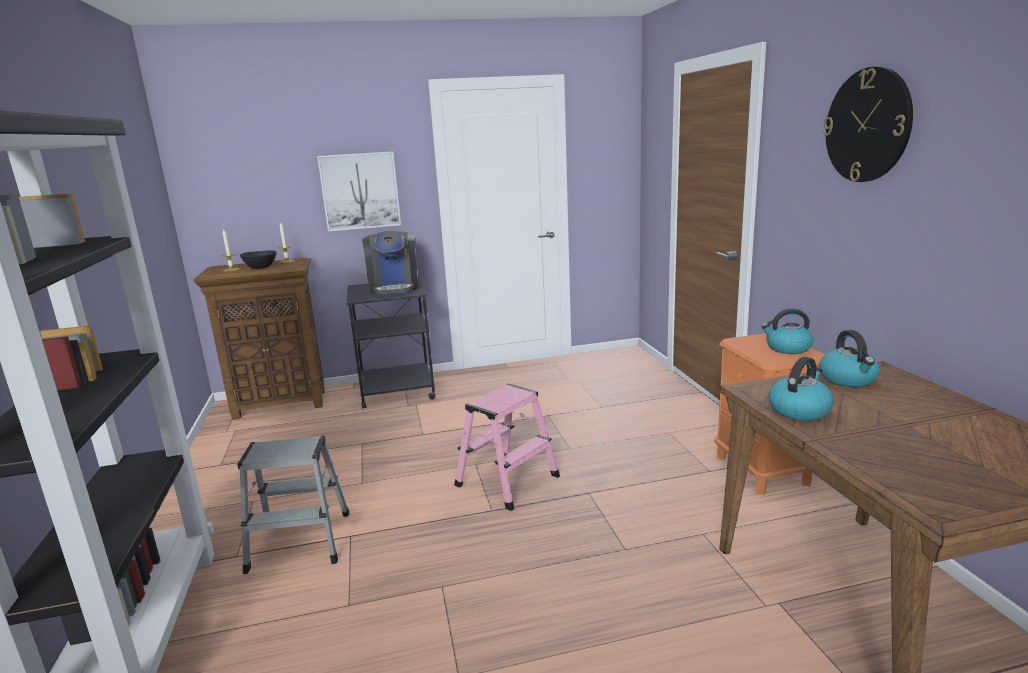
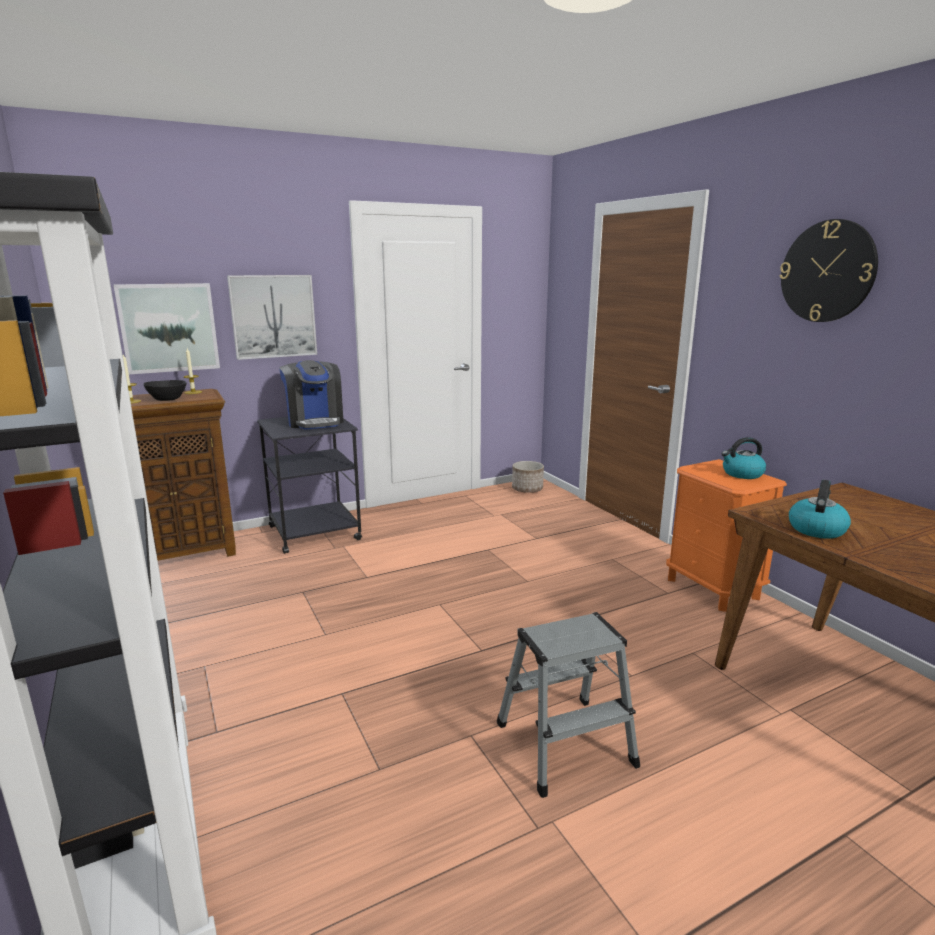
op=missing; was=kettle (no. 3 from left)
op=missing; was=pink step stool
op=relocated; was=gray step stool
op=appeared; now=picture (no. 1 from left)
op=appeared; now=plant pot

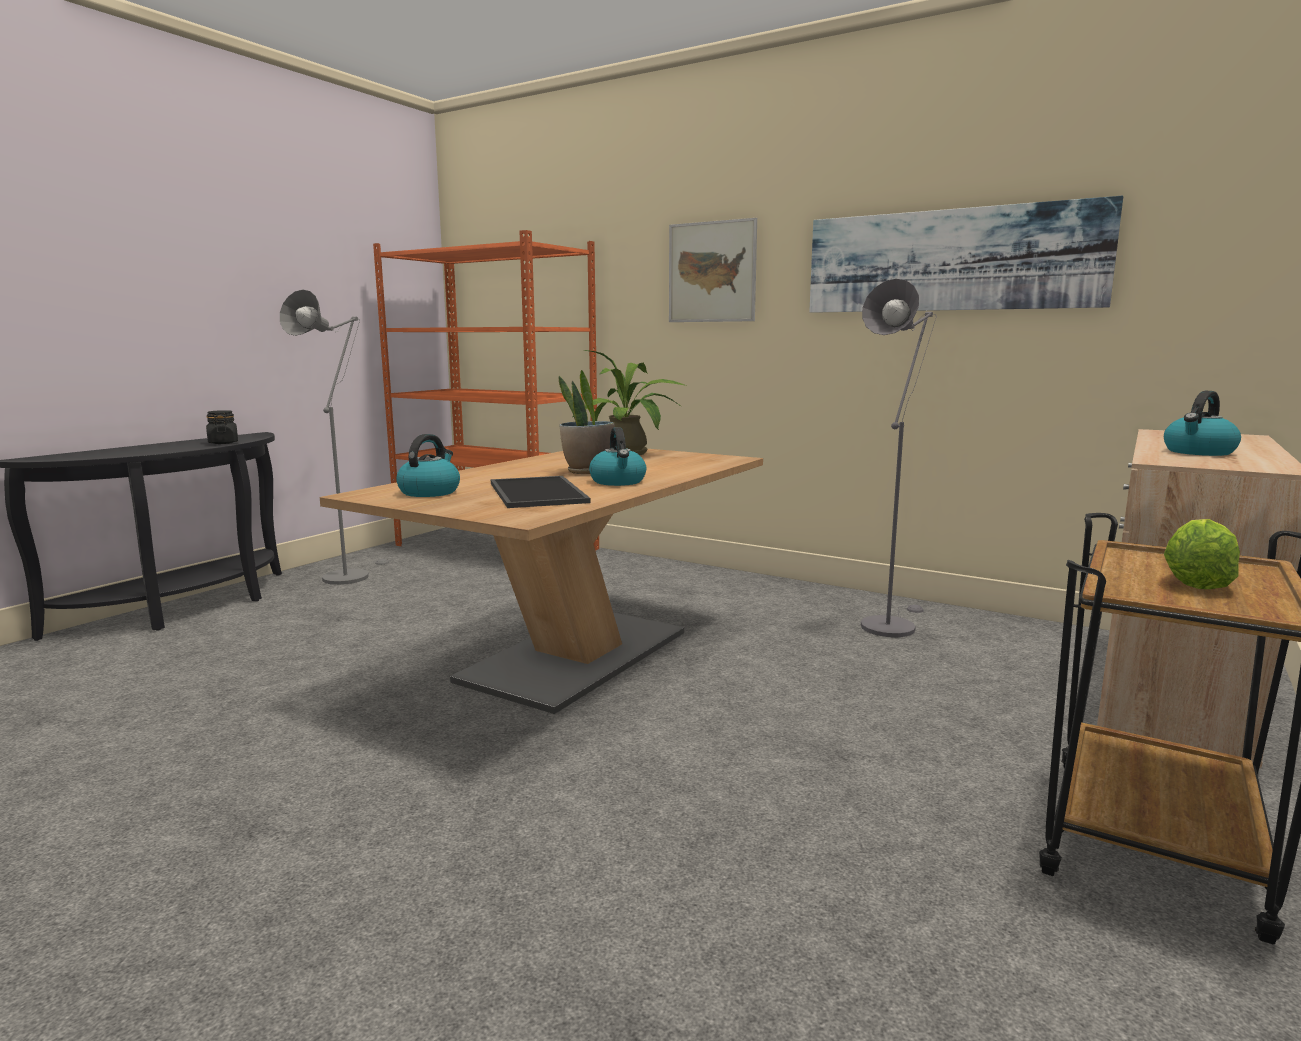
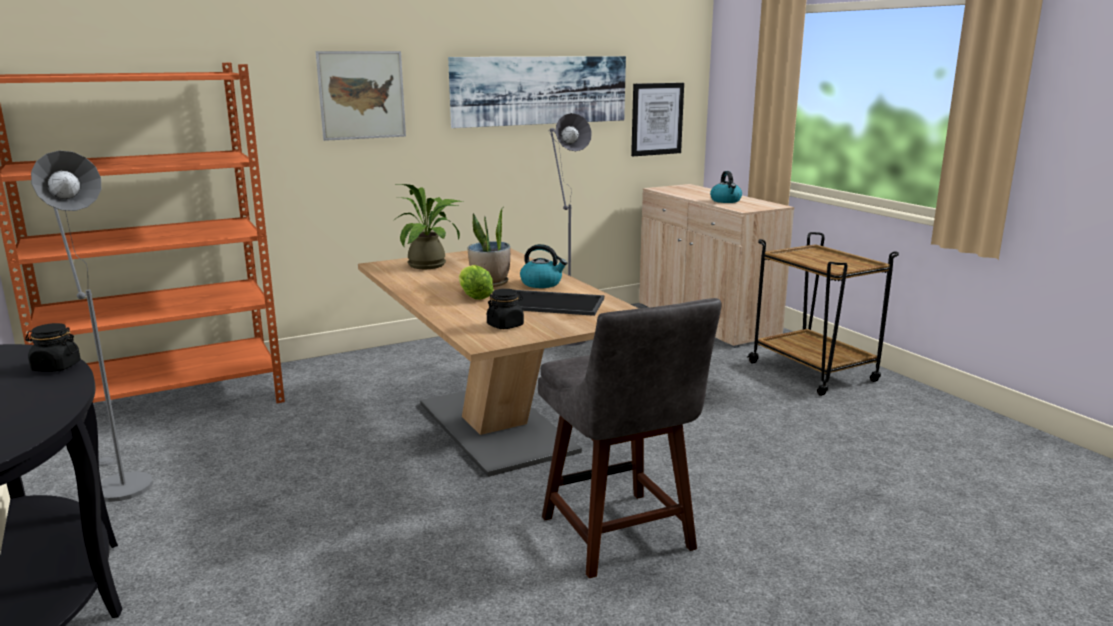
op=exchanged; was=kettle (no. 1 from left); now=black preserve jar (no. 2 from left)
op=relocated; was=lettuce
op=appeared; now=picture (no. 3 from left)
op=appeared; now=gray stool seat

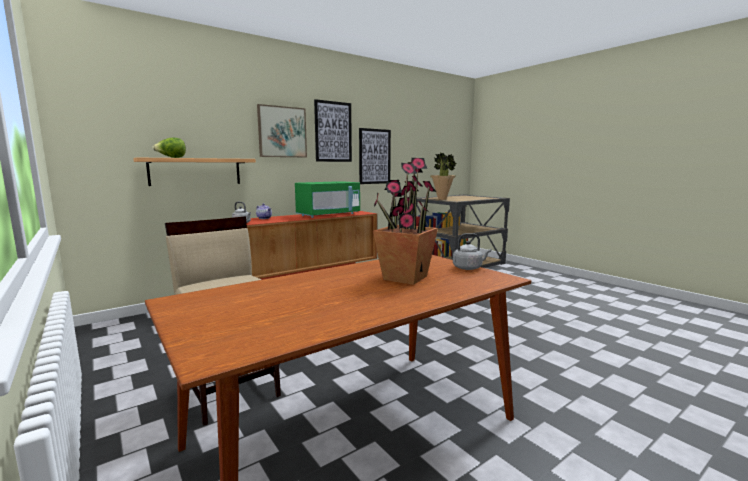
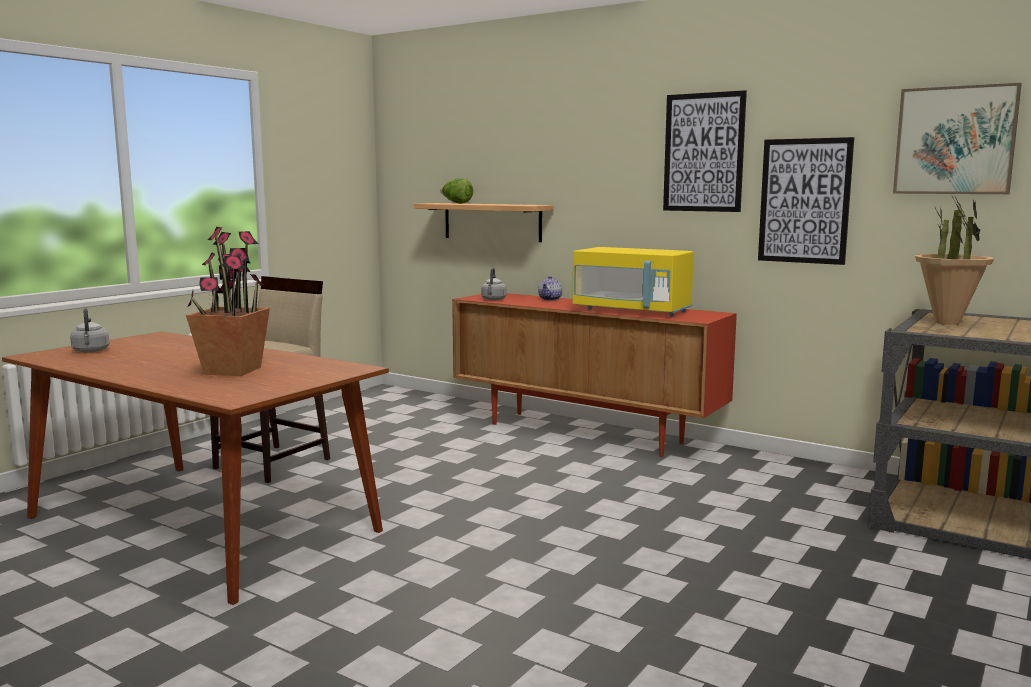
op=relocated; was=picture (no. 1 from left in the first image); now=picture (no. 3 from left)
op=colour; was=greenish kitchen microwave; now=yellowish kitchen microwave
op=relocated; was=gray kettle (no. 2 from left in the first image); now=gray kettle (no. 1 from left)

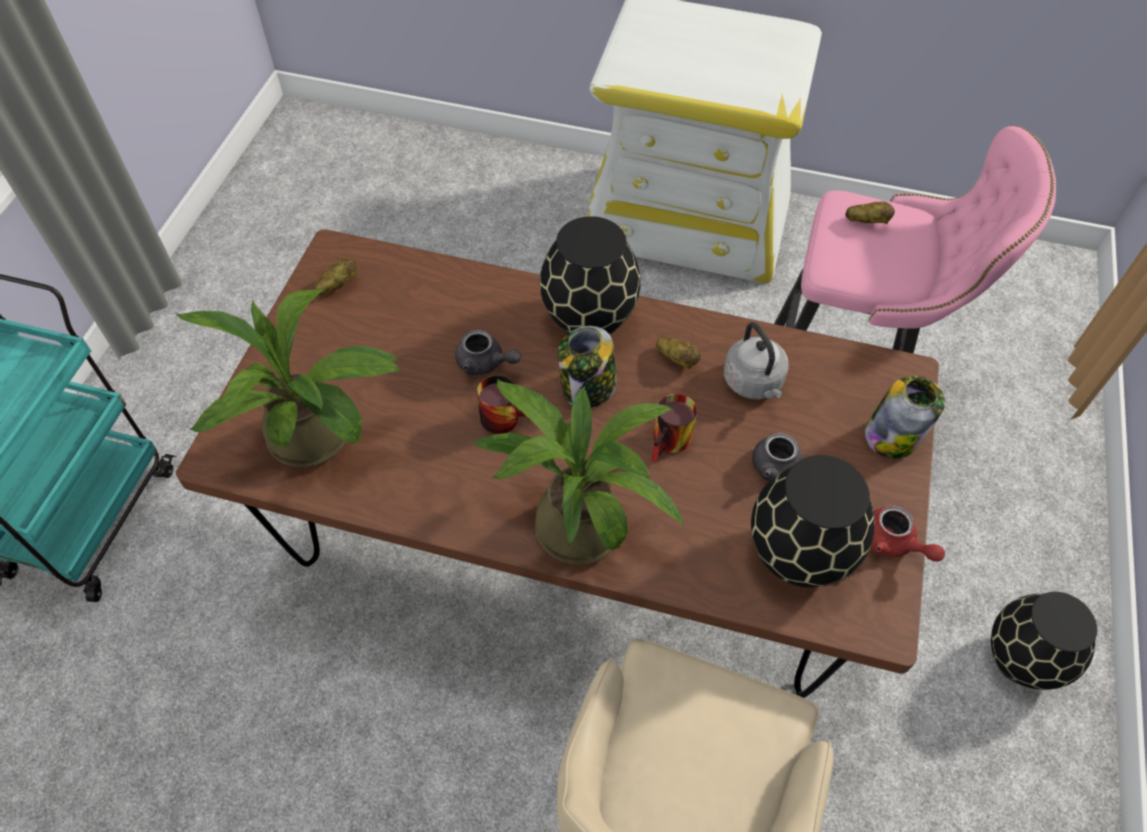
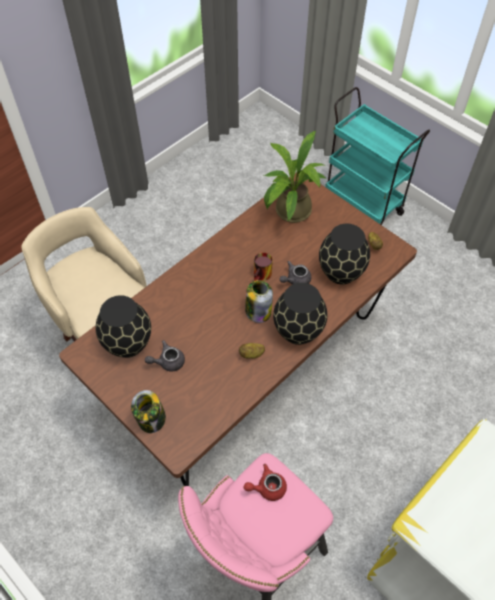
op=missing; was=spud (no. 3 from left)
op=missing; was=gray kettle
op=missing; was=houseplant (no. 2 from left)
op=missing; was=mug (no. 2 from left)
op=relocated; was=red pot for tea
op=relocated; was=black decorative vase (no. 3 from left)

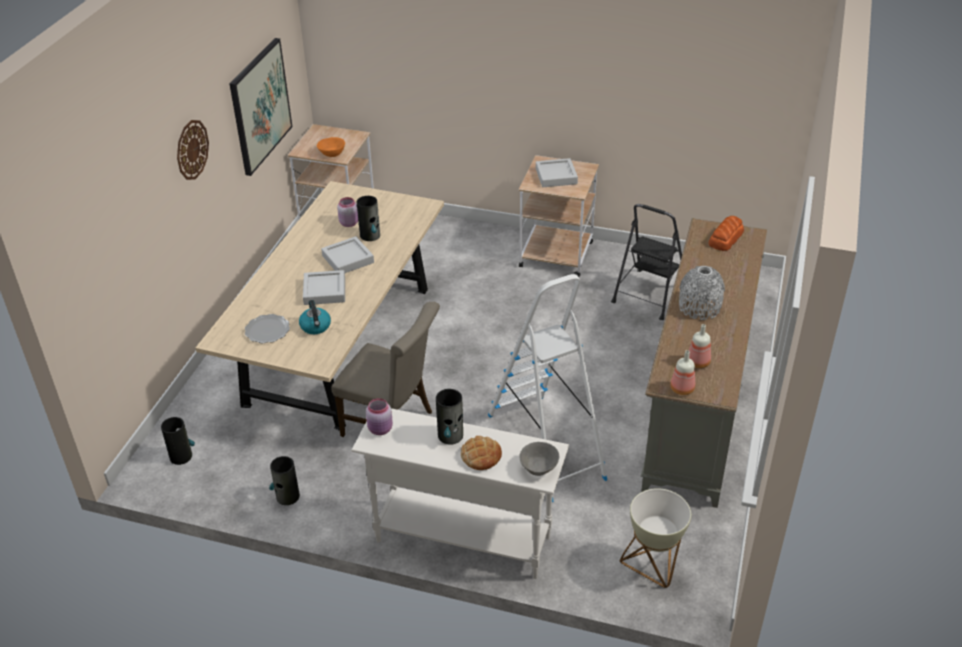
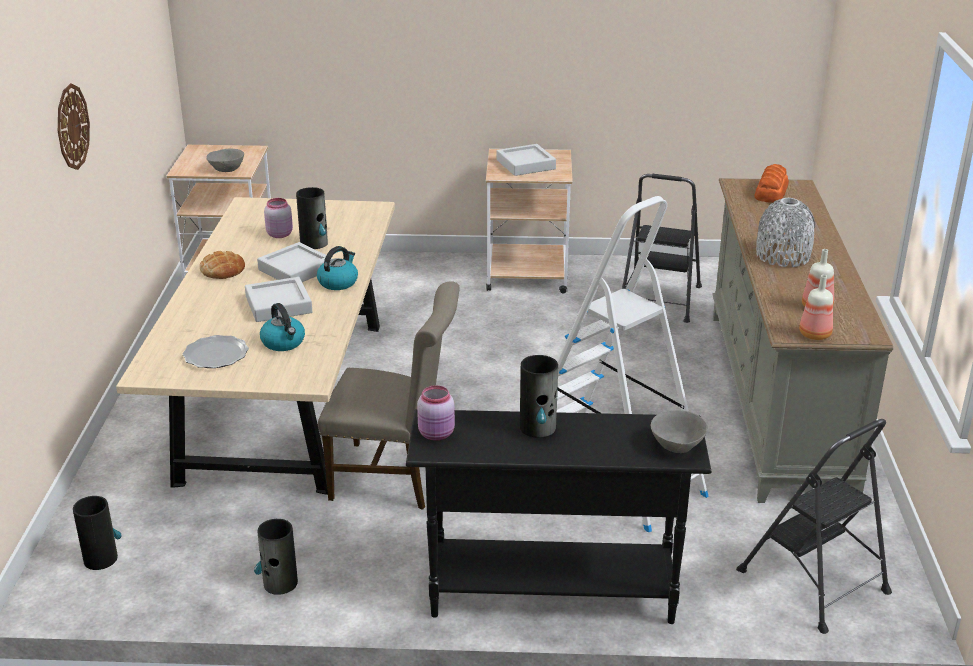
op=missing; was=picture
op=colour; was=orange serving bowl; now=gray serving bowl (no. 1 from left)
op=colour; was=whitish console table; now=black console table
op=relocated; was=bread (no. 1 from left)
op=exchanged; was=plant pot; now=black step stool (no. 2 from left)
op=appeared; now=kettle (no. 2 from left)

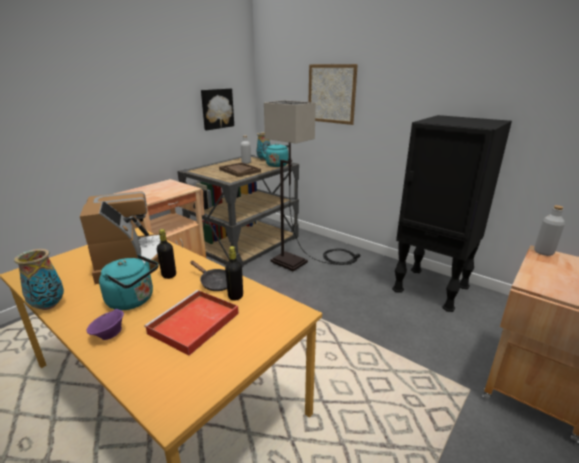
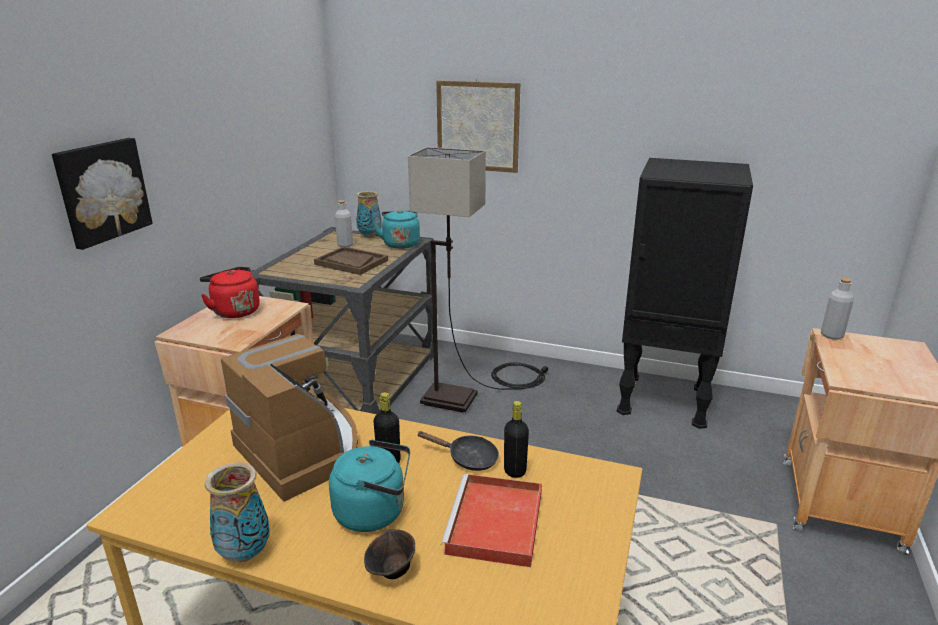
op=relocated; was=picture (no. 1 from left)
op=colour; was=purple serving bowl; now=brown serving bowl
op=appeared; now=red kettle

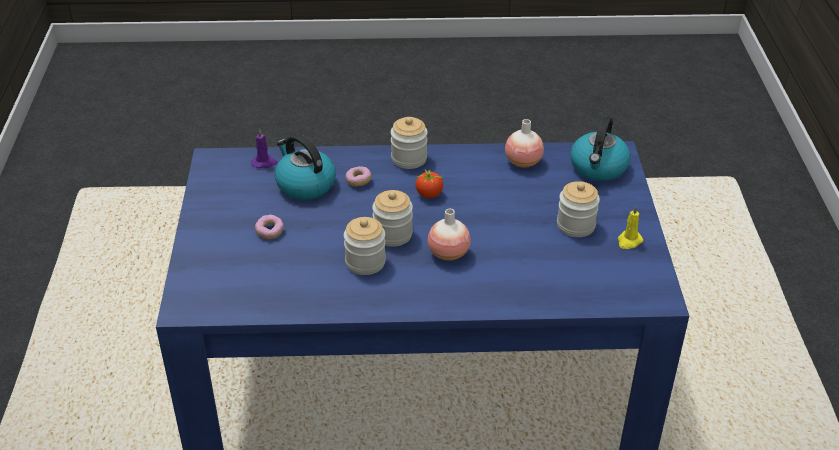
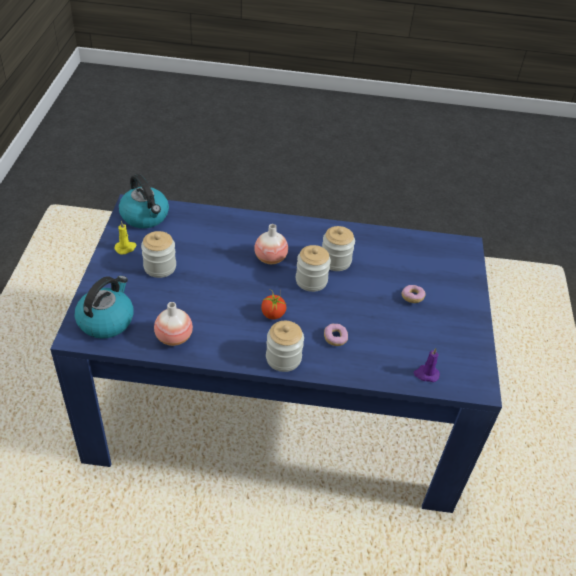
op=relocated; was=kettle (no. 1 from left in the first image); now=kettle (no. 2 from left)

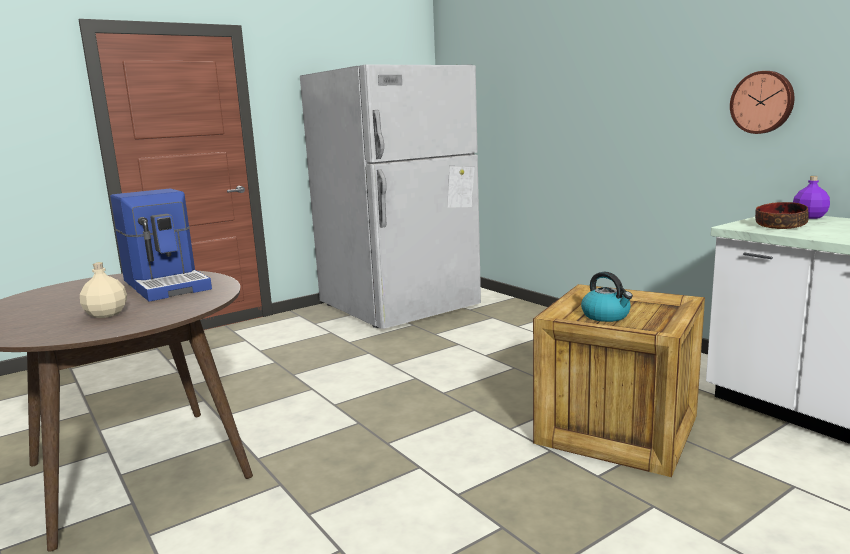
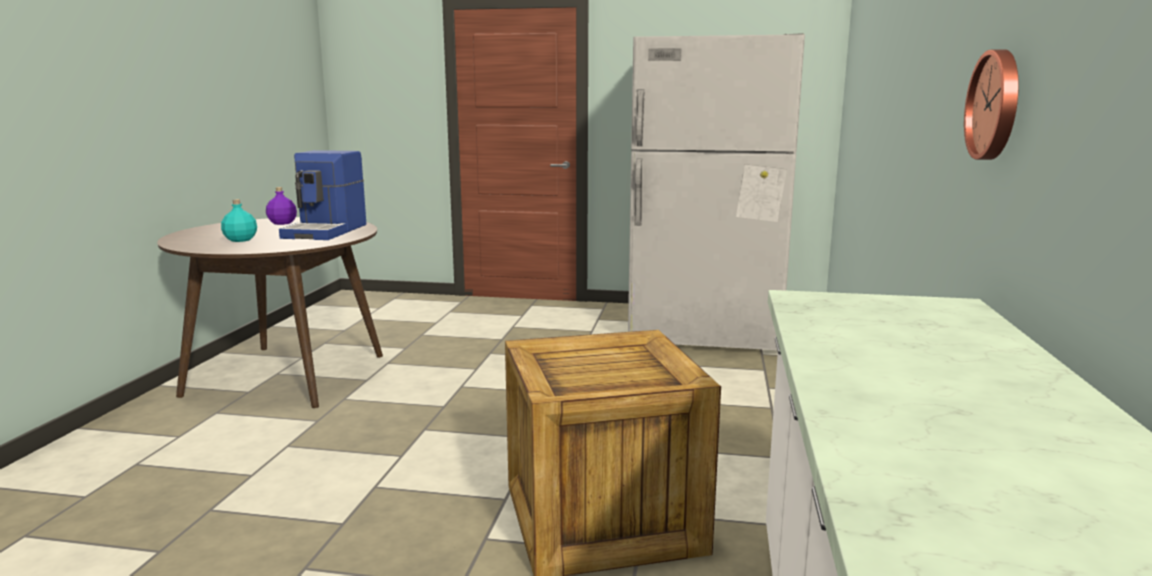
op=relocated; was=purple bottle
op=missing; was=serving bowl
op=colour; was=sand-coloured bottle; now=turquoise-coloured bottle
op=missing; was=kettle

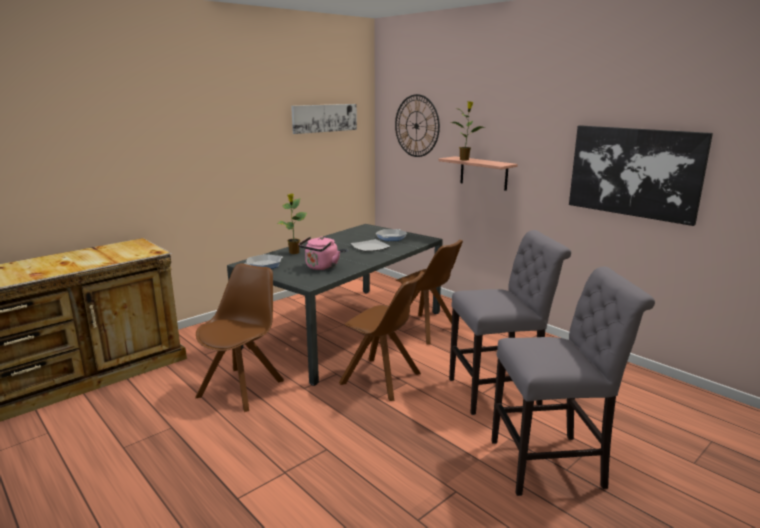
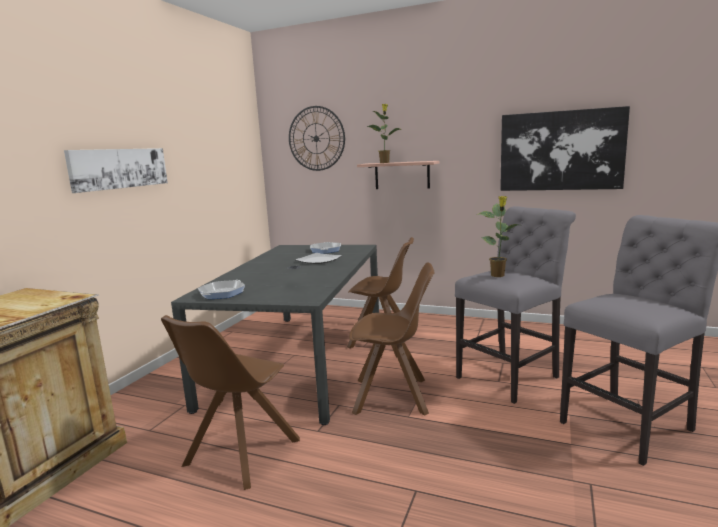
op=relocated; was=picture (no. 1 from left)
op=relocated; was=houseplant (no. 1 from left in the first image); now=houseplant (no. 2 from left)
op=missing; was=pink kettle
op=spun; was=brown chair (no. 1 from left); clockwise=-150

